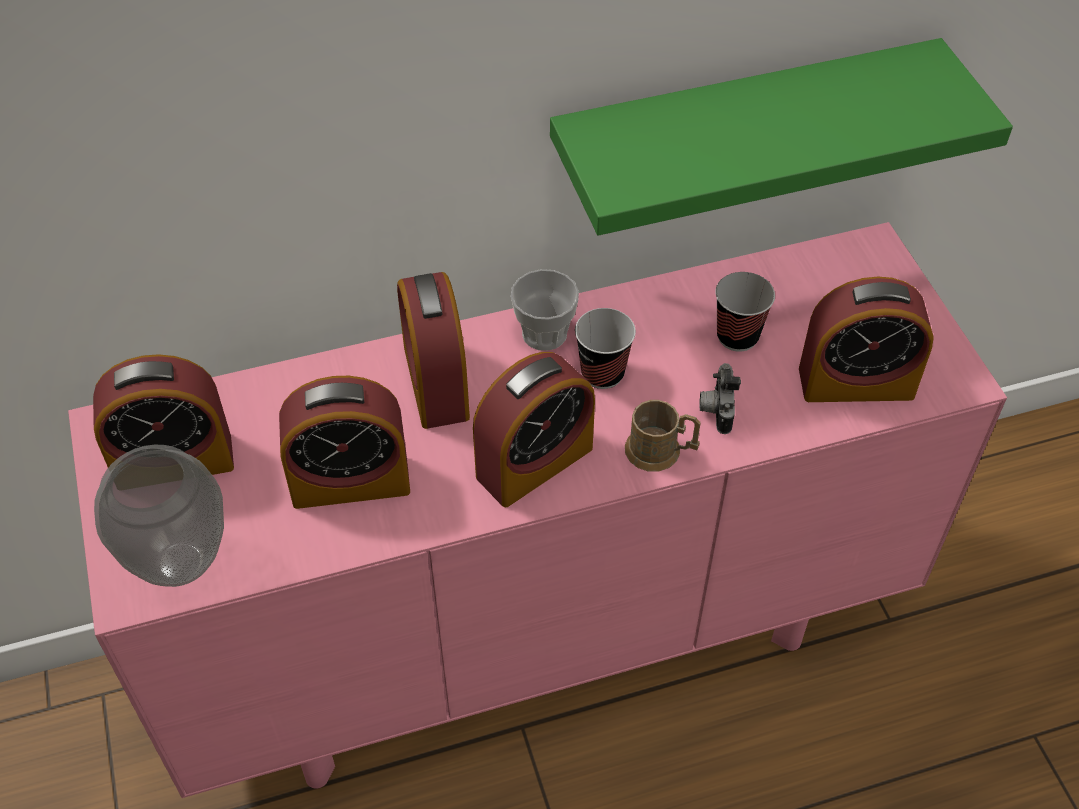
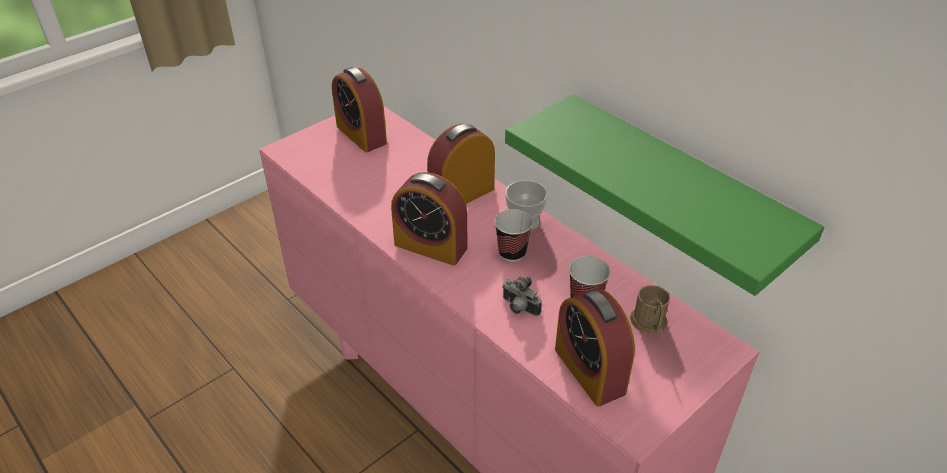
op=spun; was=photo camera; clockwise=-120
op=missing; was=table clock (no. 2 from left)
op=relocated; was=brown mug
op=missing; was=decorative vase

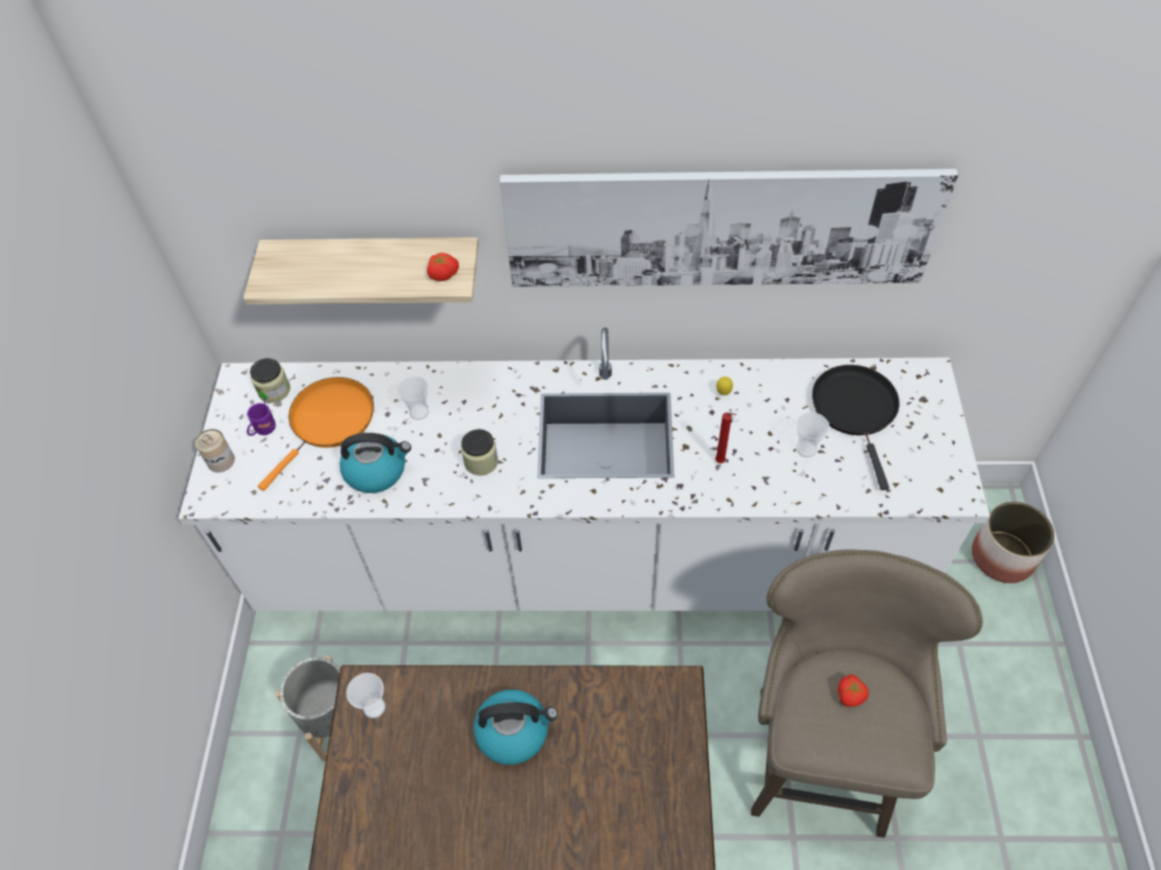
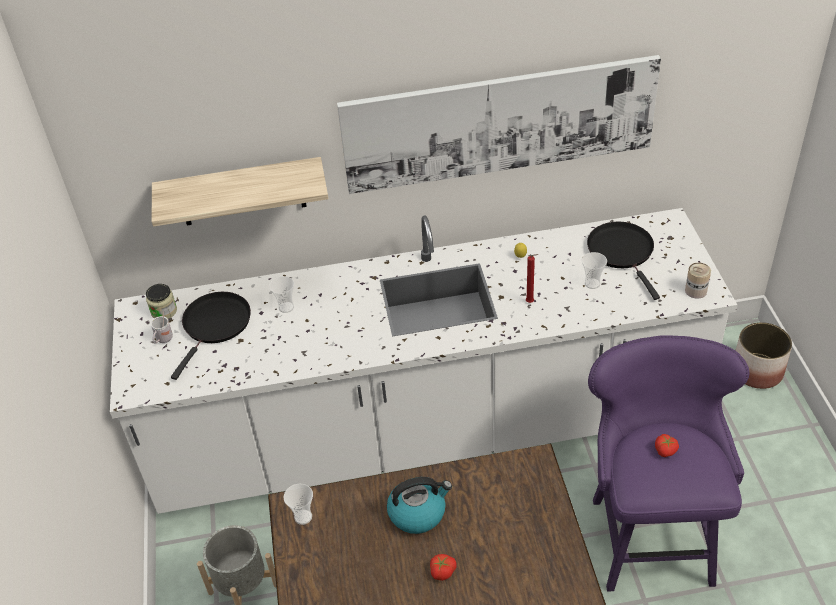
op=relocated; was=whole tomato (no. 1 from left)
op=colour; was=orange skillet; now=black skillet (no. 1 from left)
op=colour; was=purple mug; now=whitish mug
op=relocated; was=metal can
op=missing; was=preserve jar (no. 2 from left)
op=missing; was=kettle (no. 1 from left)
op=colour; was=sand-coloured stool seat; now=purple stool seat

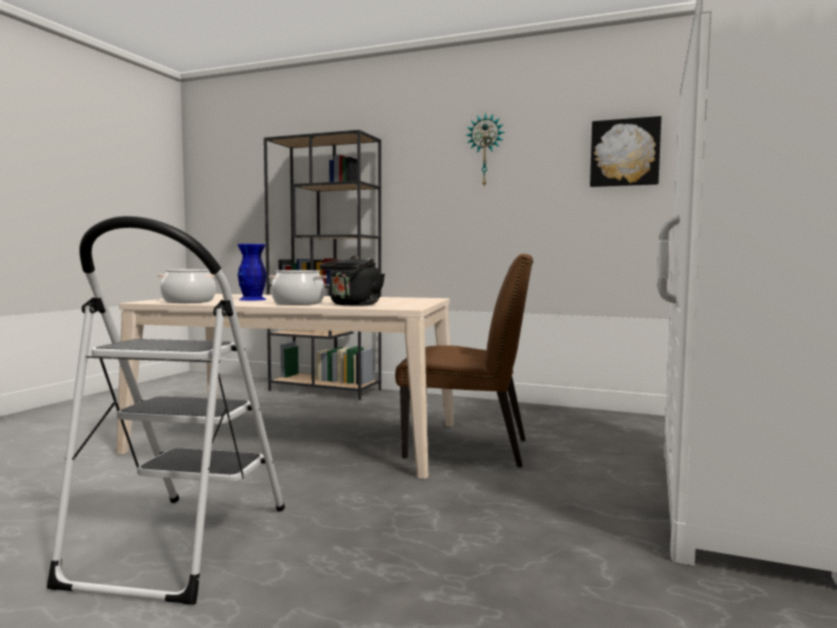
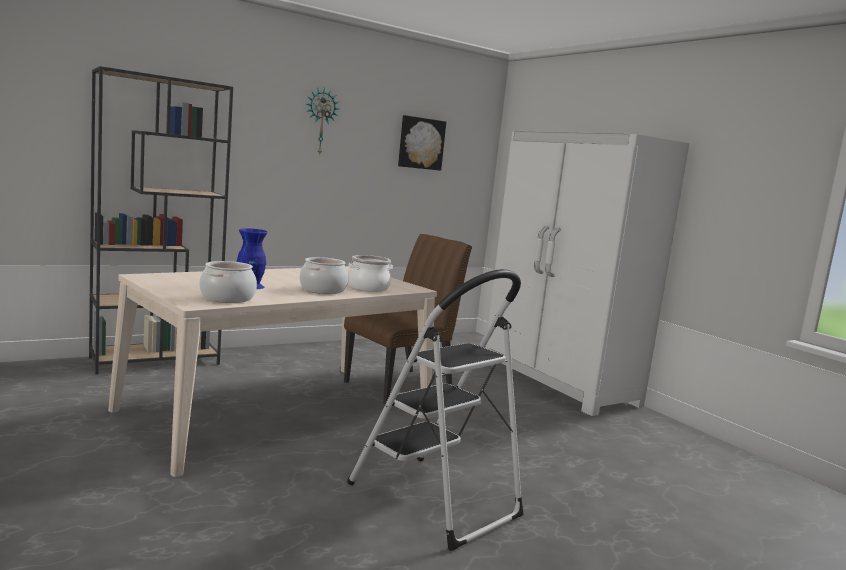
op=exchanged; was=black kettle; now=saucepot (no. 3 from left)

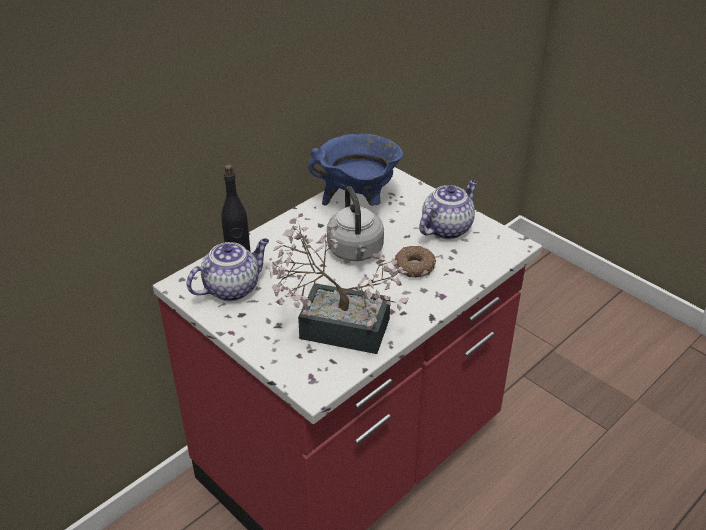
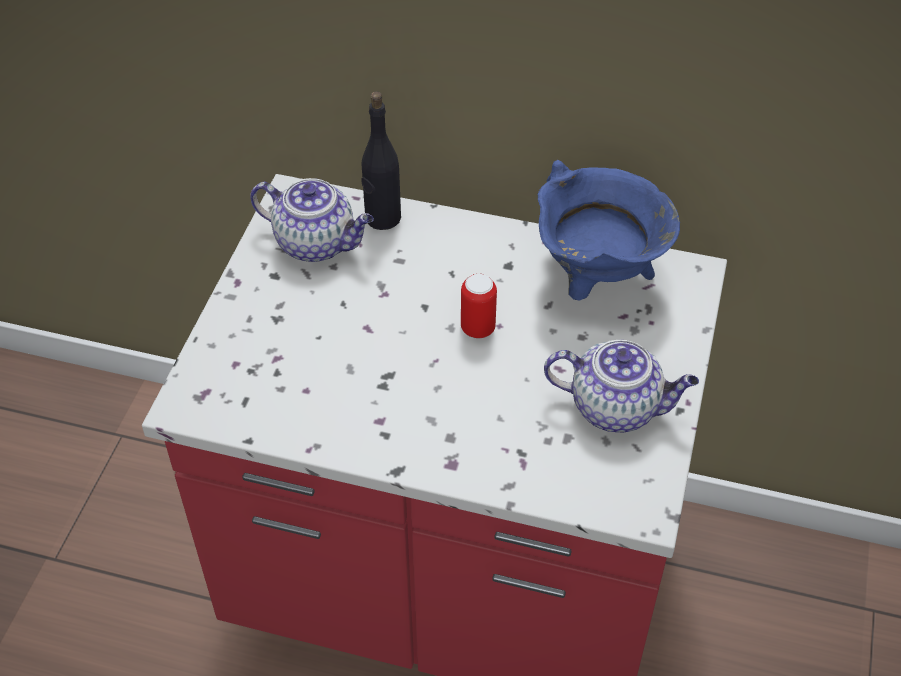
op=exchanged; was=gray kettle; now=metal can
op=missing; was=houseplant
op=missing; was=donut

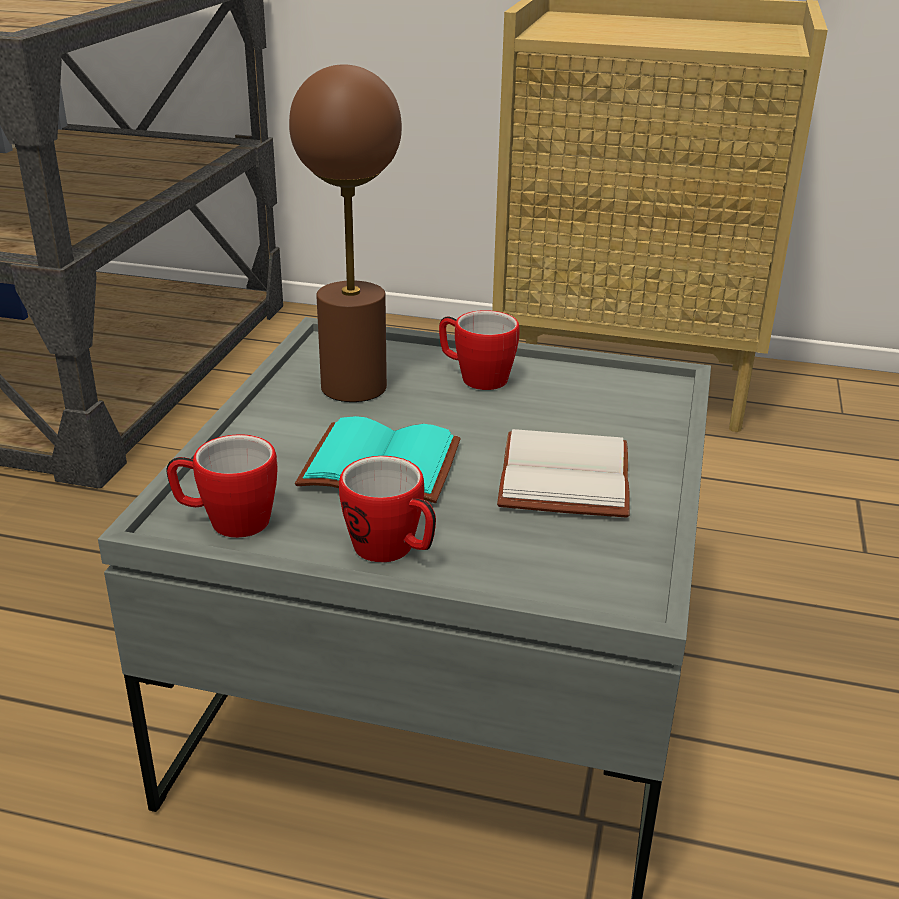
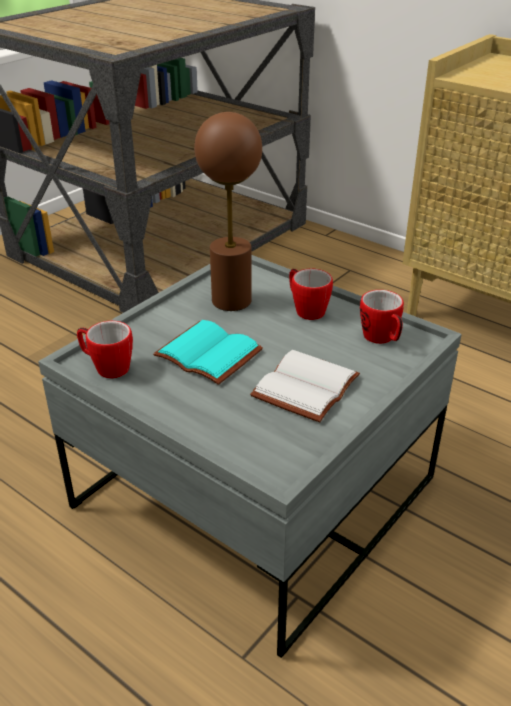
op=relocated; was=mug (no. 2 from left in the first image); now=mug (no. 3 from left)

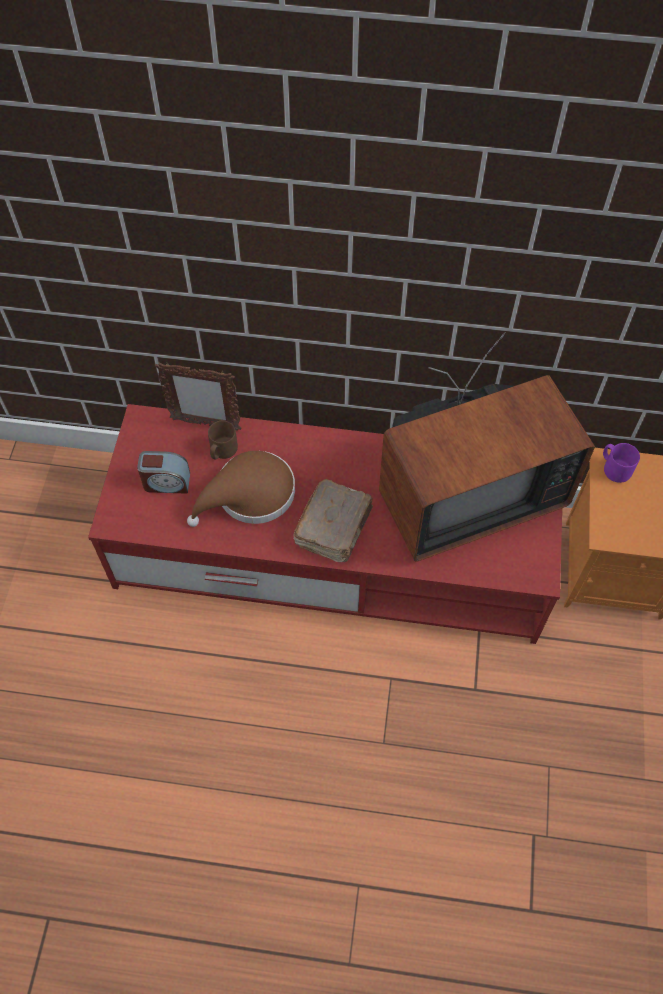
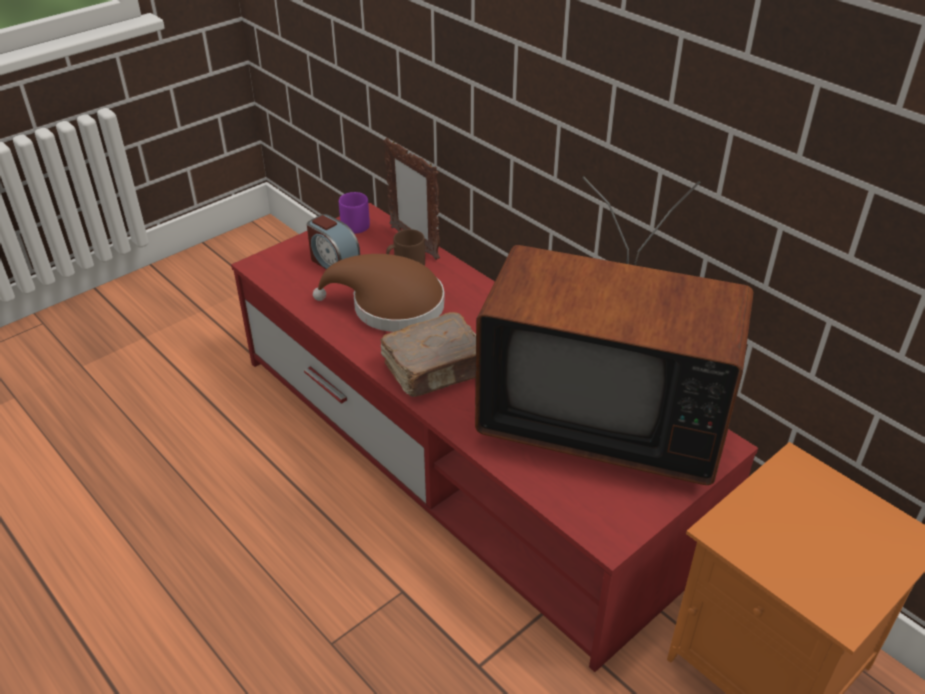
op=relocated; was=purple mug

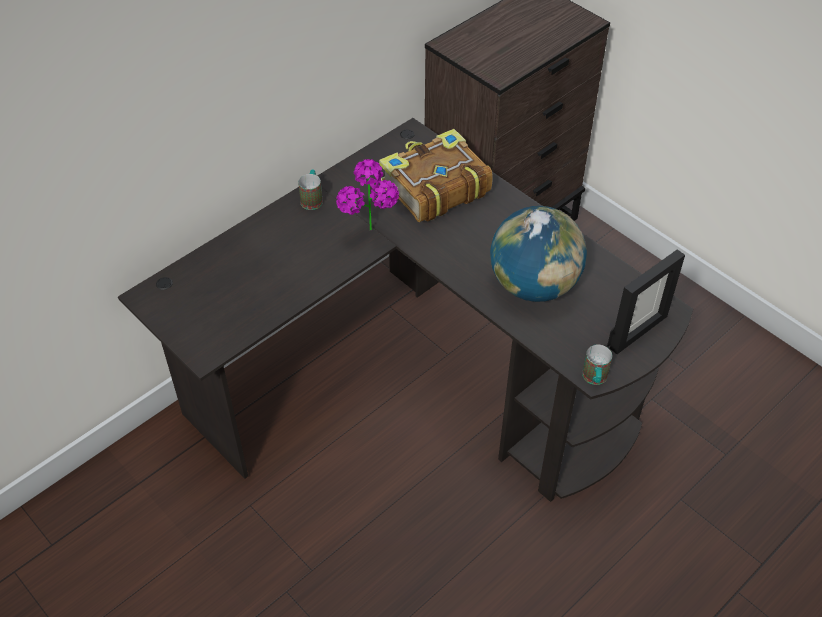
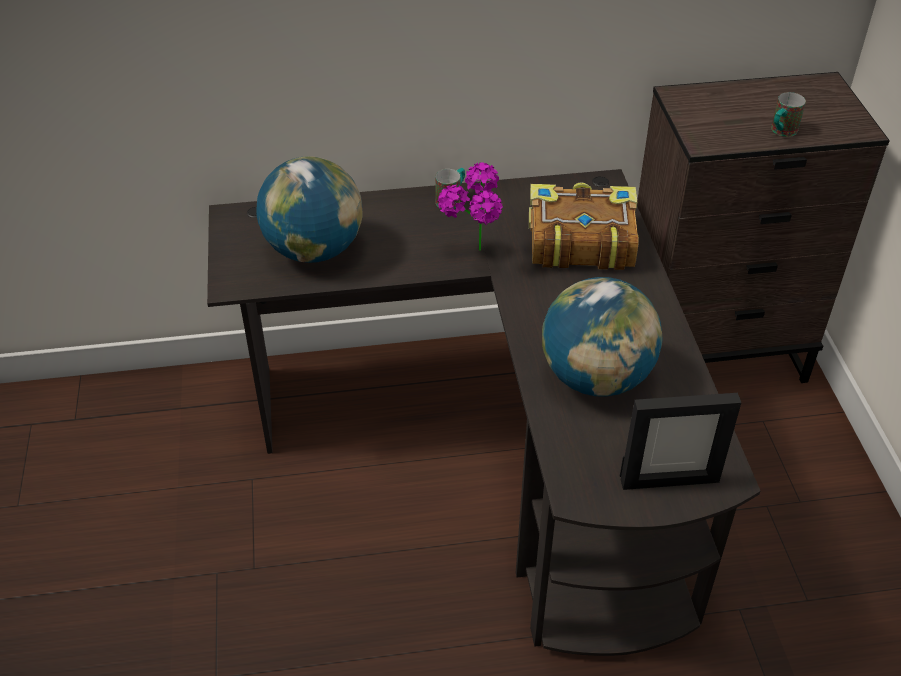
op=relocated; was=mug (no. 2 from left)
op=appeared; now=globe (no. 1 from left)

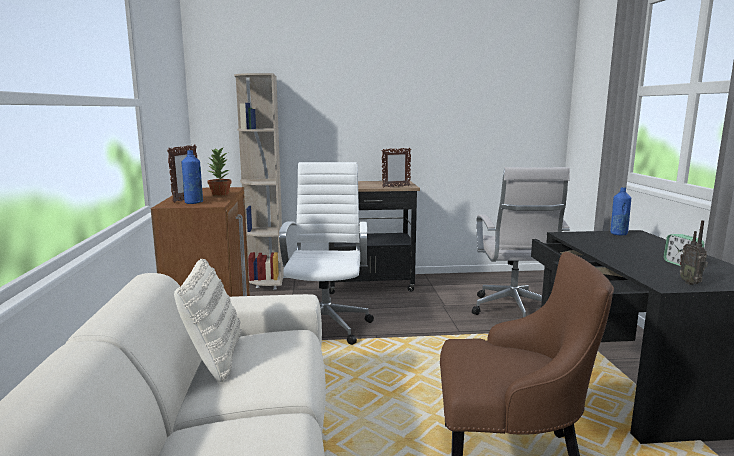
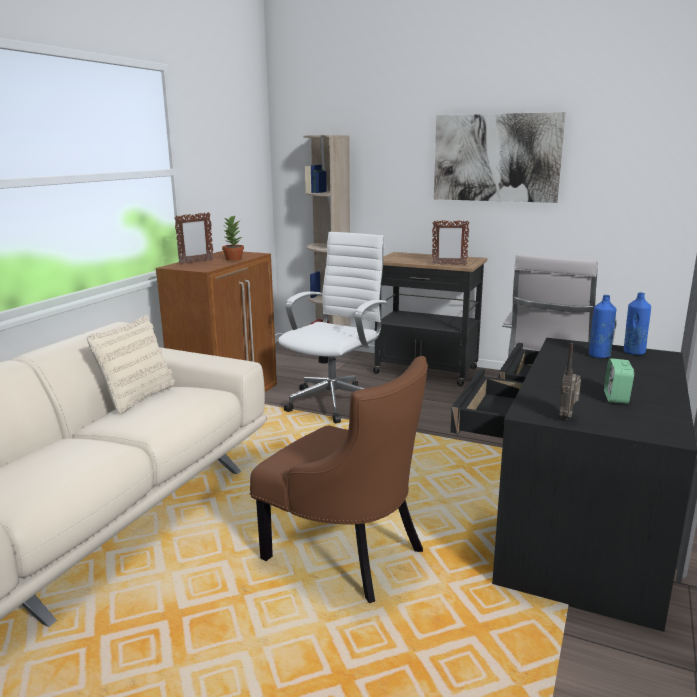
op=relocated; was=blue bottle (no. 1 from left)
op=appeared; now=picture

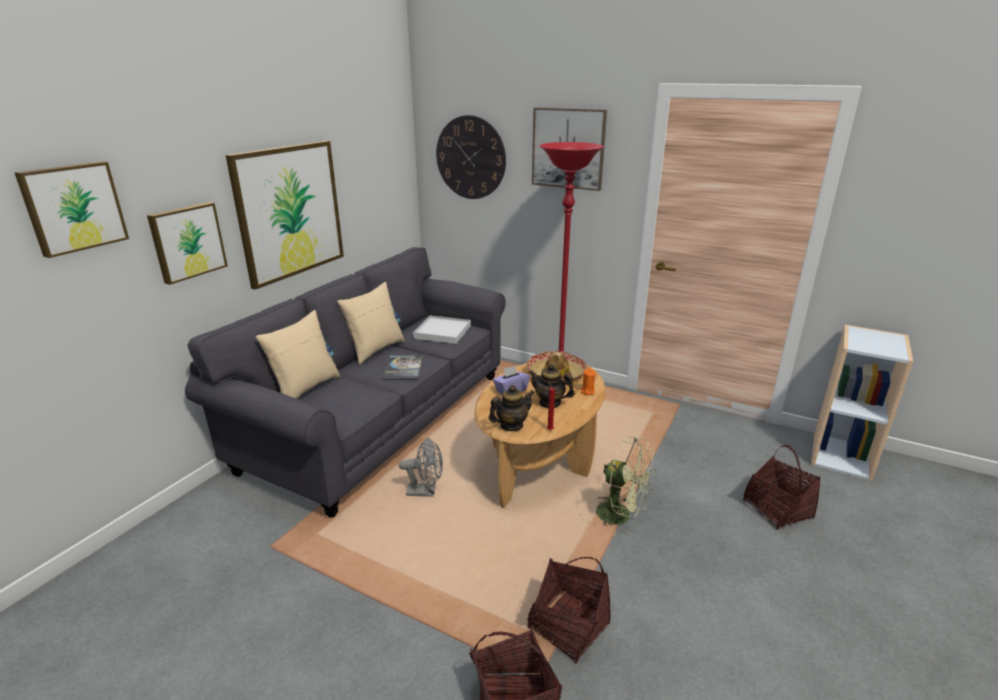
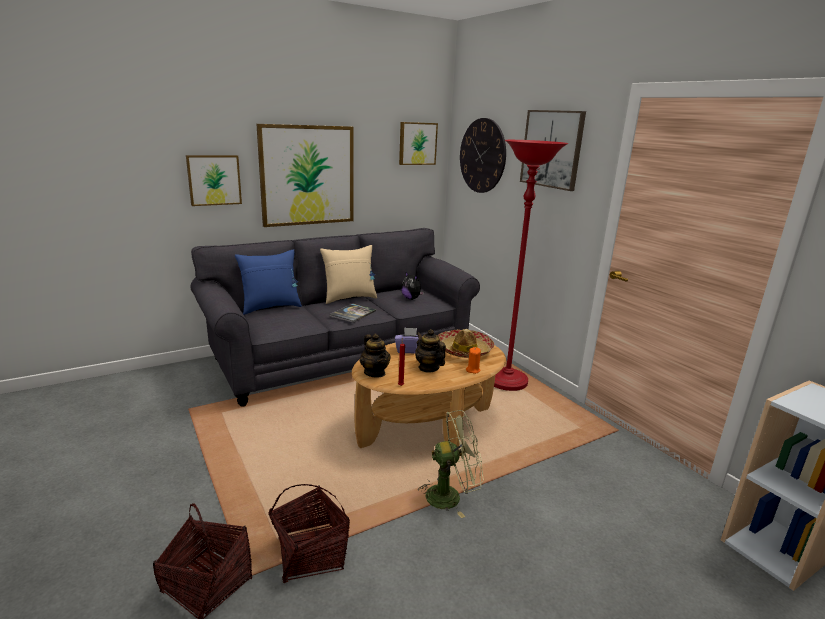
op=relocated; was=picture (no. 1 from left in the first image); now=picture (no. 3 from left)
op=colour; was=sand-coloured cushion (no. 1 from left); now=blue cushion
op=exchanged; was=whitish carrying tray; now=soft toy
op=spun; was=pot for tea (no. 1 from left); clockwise=60
op=spun; was=greenish fan; clockwise=-75
op=missing; was=gray fan
op=missing; was=basket (no. 3 from left)

